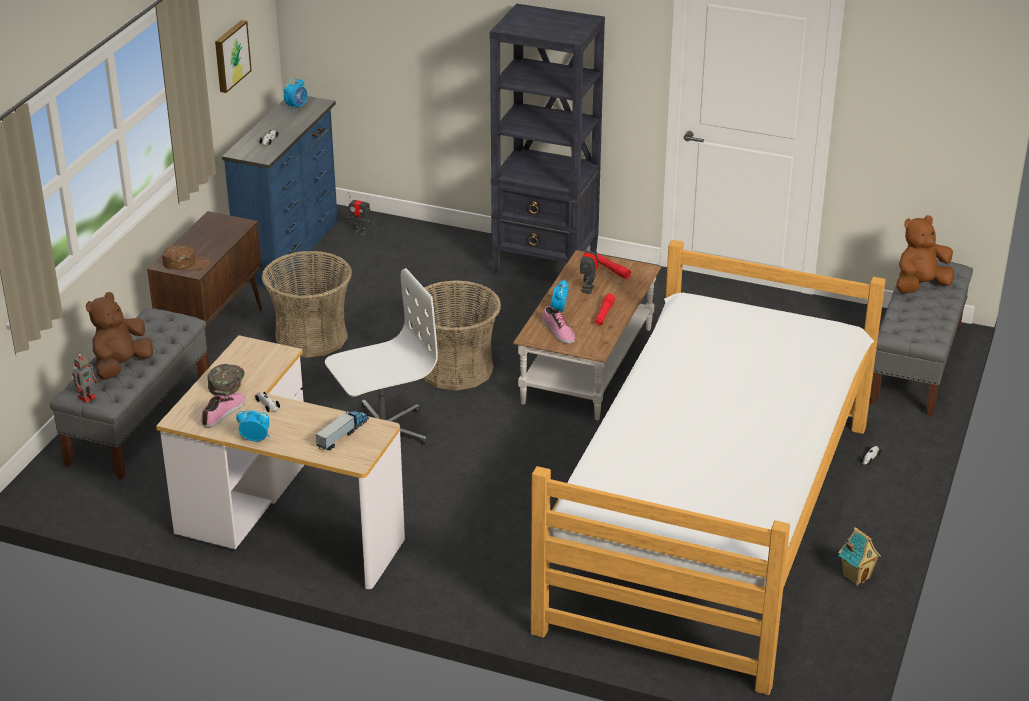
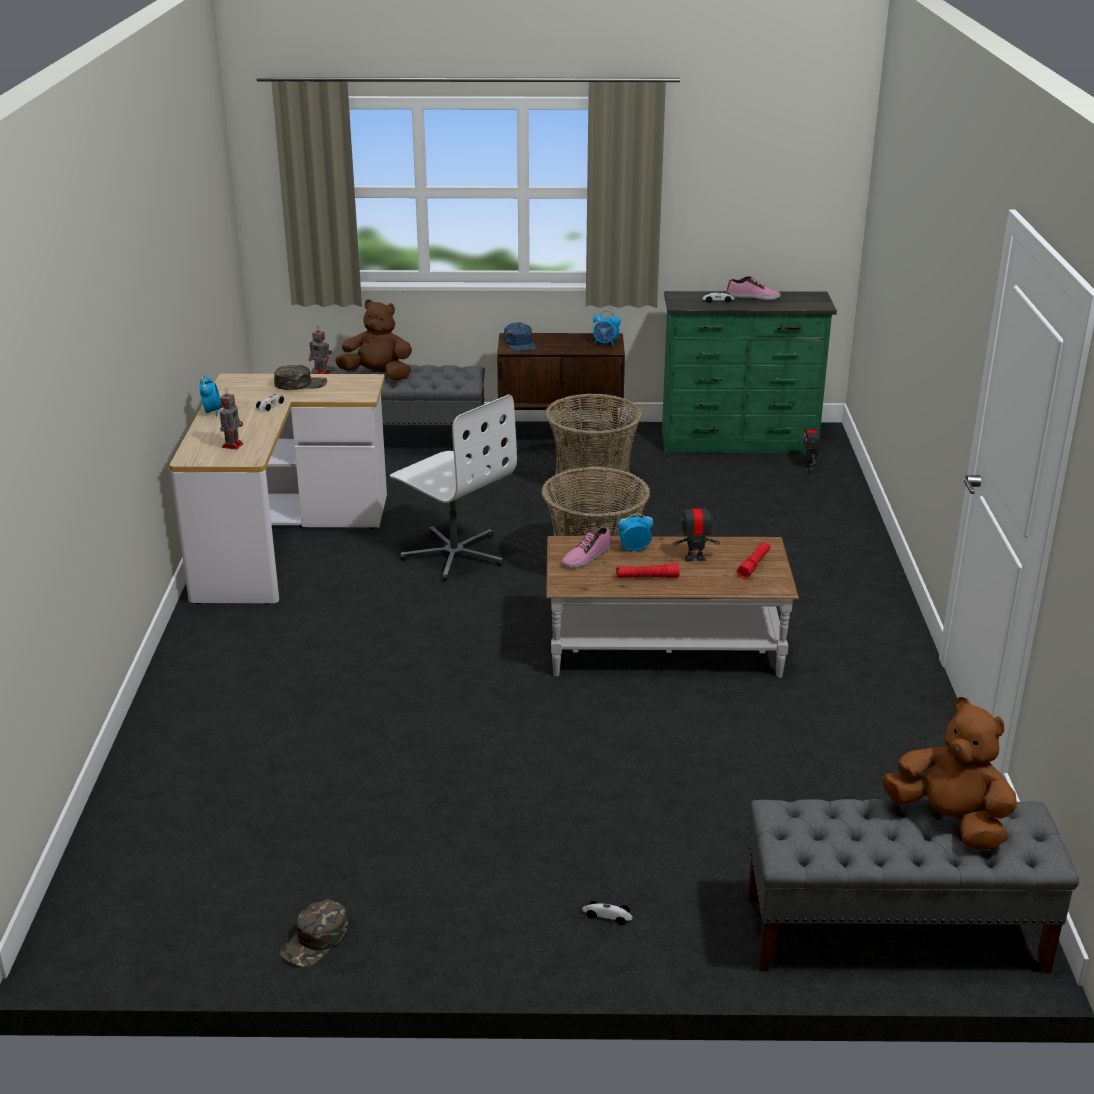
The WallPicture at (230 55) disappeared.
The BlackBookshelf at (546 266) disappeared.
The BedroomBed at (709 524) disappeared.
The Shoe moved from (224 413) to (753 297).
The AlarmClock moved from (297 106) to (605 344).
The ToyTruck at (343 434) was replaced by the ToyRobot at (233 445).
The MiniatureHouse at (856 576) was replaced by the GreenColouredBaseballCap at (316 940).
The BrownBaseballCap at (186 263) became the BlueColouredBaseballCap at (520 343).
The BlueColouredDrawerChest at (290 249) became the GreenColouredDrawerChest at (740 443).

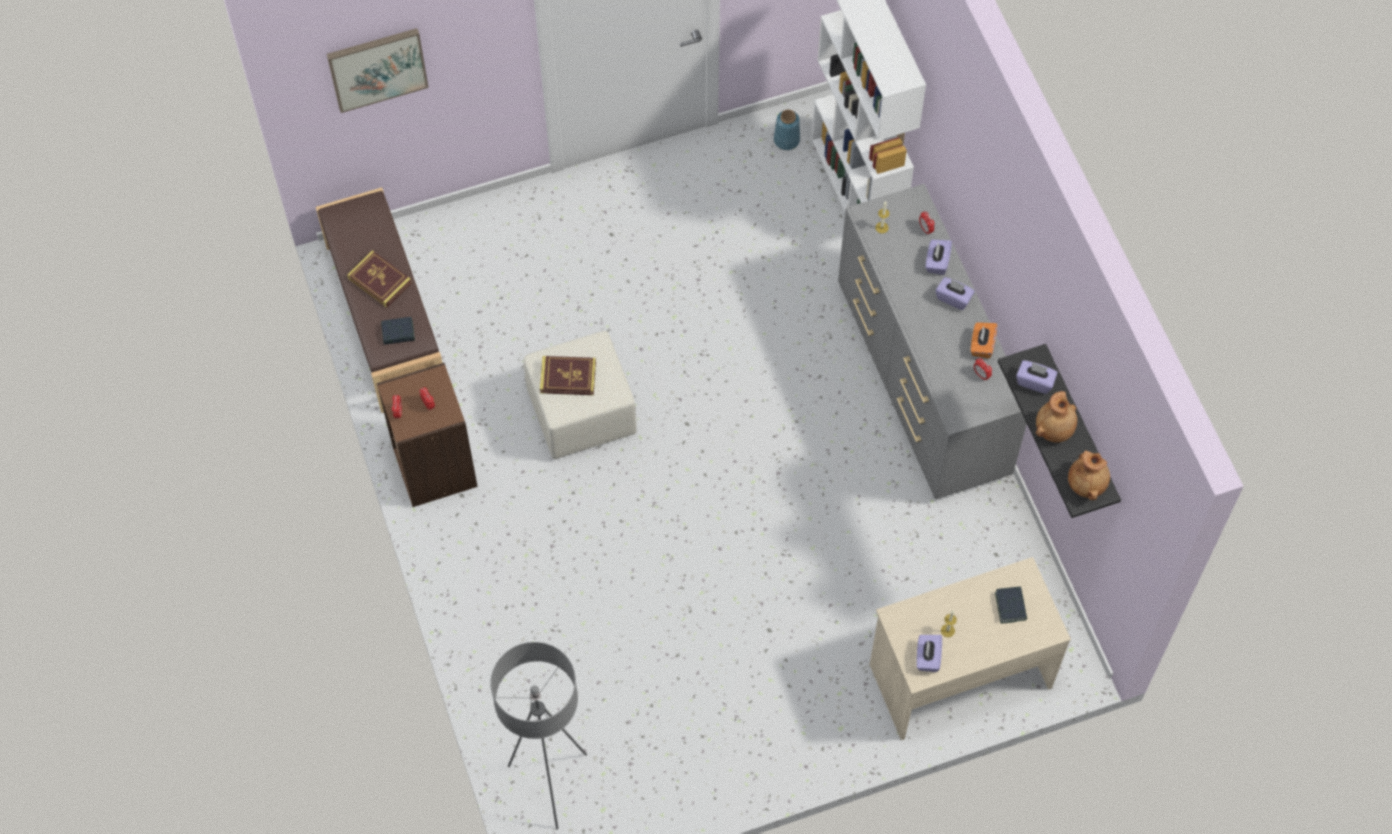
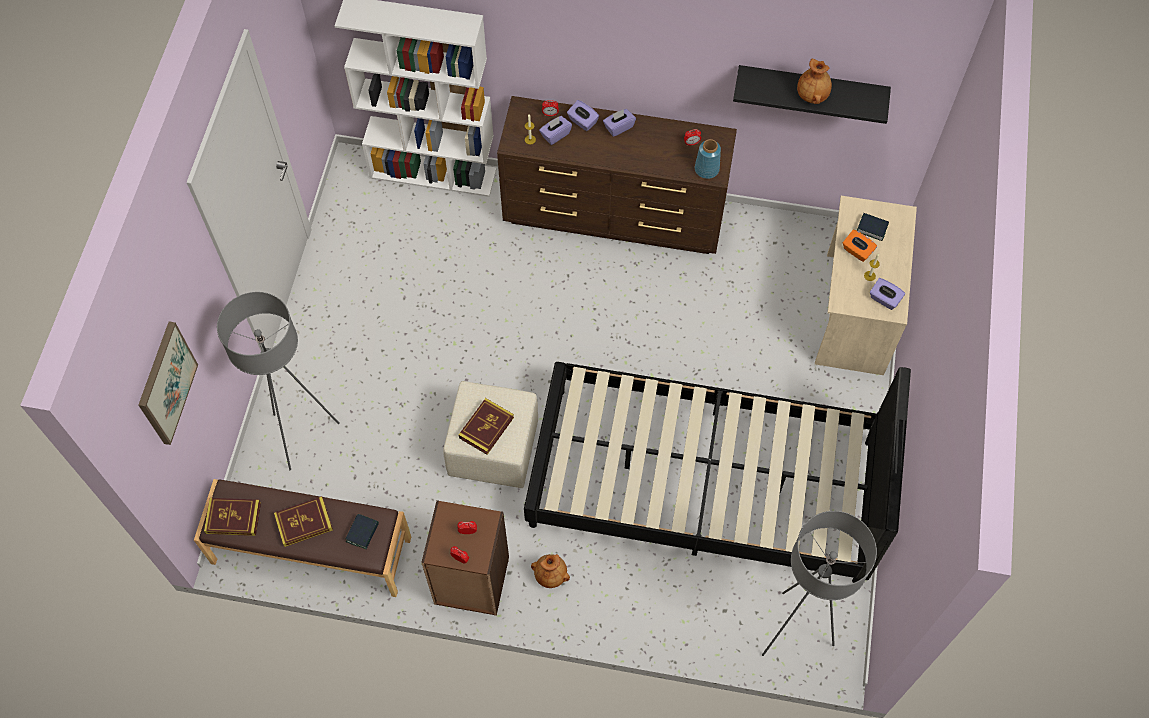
The Book at (233 518) appeared.
The GreyStandardLamp at (302 435) appeared.
The BlackBedroomBed at (704 484) appeared.
The BlueColouredDecorativeVase moved from (787 140) to (706 169).
The OrangeyTissueHolder moved from (982 345) to (857 251).
The PurpleColouredTissueHolder moved from (1035 382) to (555 135).
The BrownDecorativeVase moved from (1087 484) to (551 575).
The GreyDrawerChest at (922 383) became the BrownDrawerChest at (615 216).

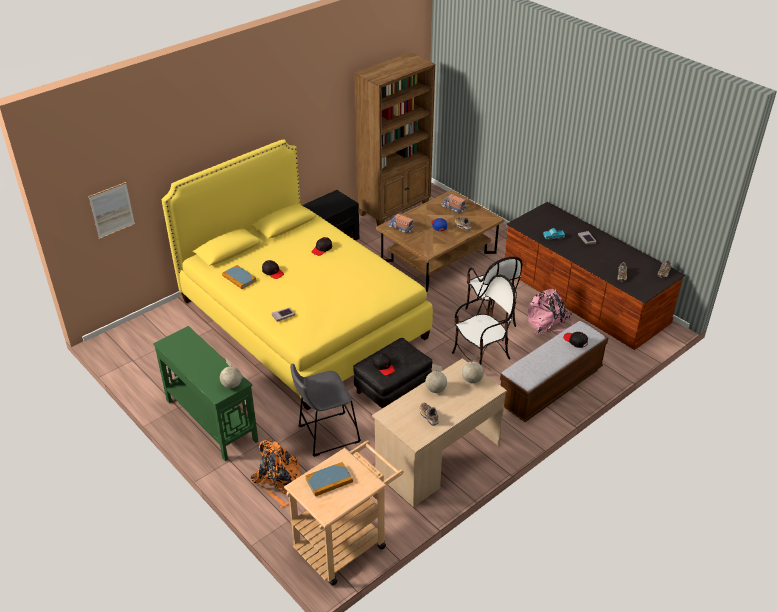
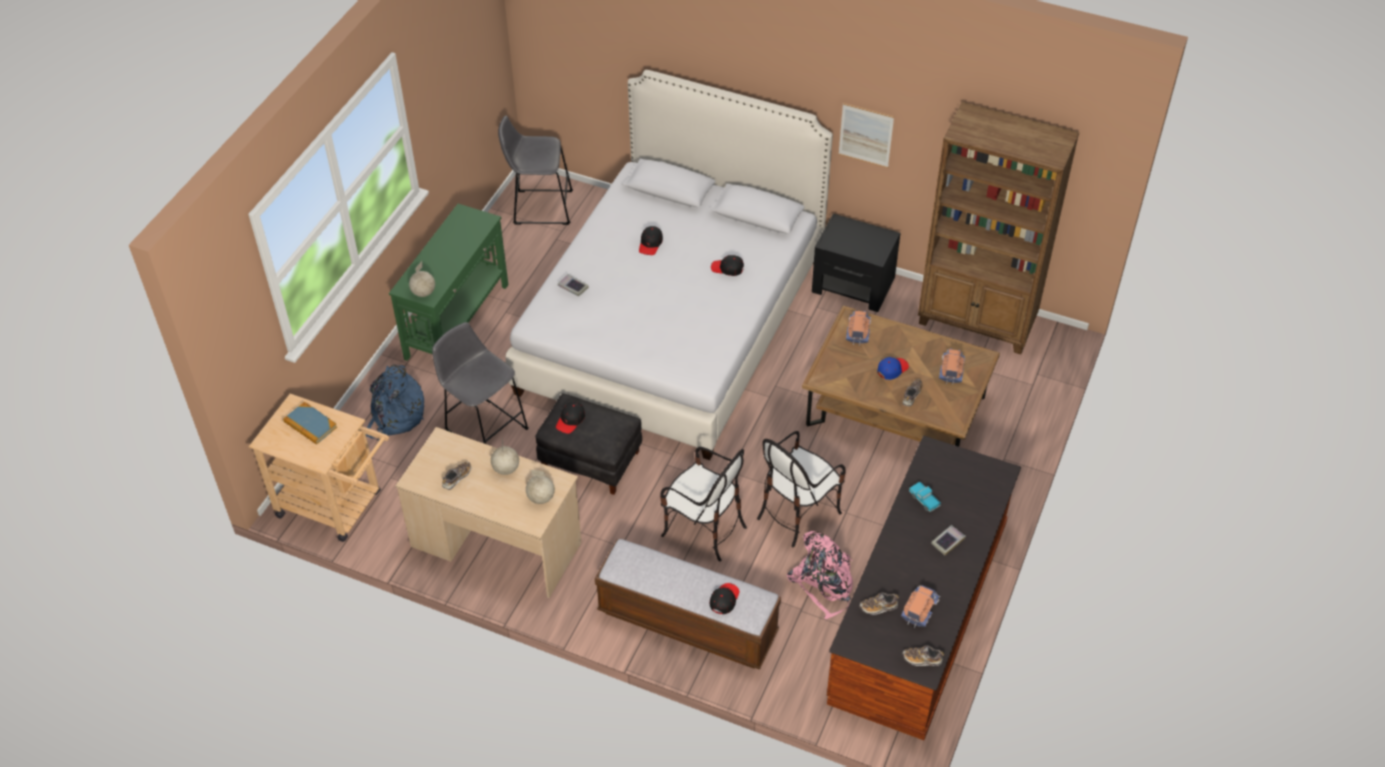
The Book at (239 278) disappeared.
The GreySittingStool at (539 207) appeared.
The ToyTruck at (919 609) appeared.
The WallPicture moved from (112 210) to (866 135).
The YellowColouredBedroomBed at (301 318) became the WhitishBedroomBed at (671 323).
The OrangeyBackpack at (279 482) became the BlueColouredBackpack at (395 417).

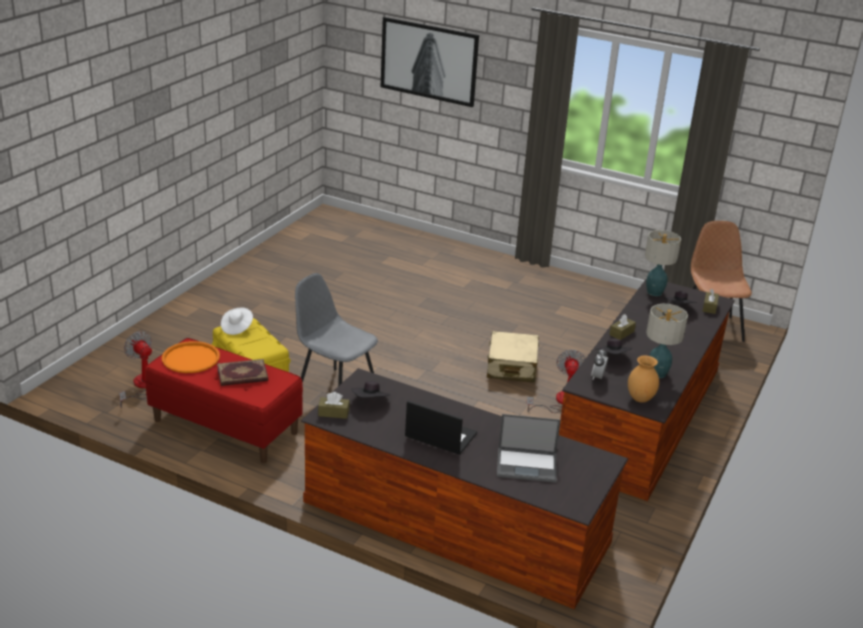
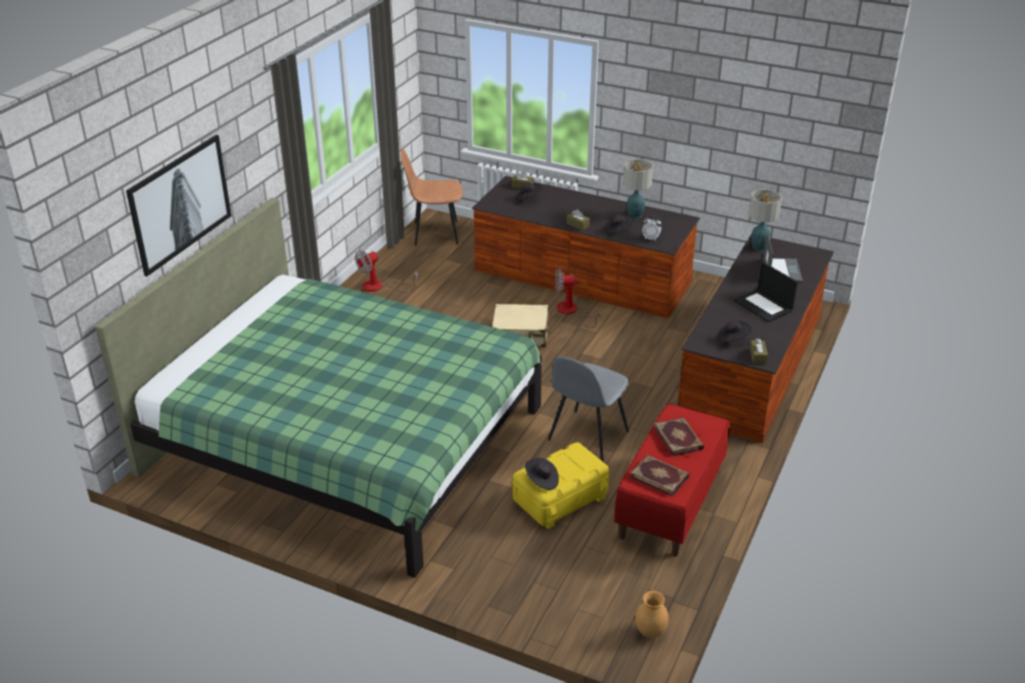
The GreenColouredBedroomBed at (345 441) appeared.
The CoolingFan moved from (141 386) to (379 287).
The BrownDecorativeVase moved from (639 399) to (650 632).
The TableLamp moved from (654 292) to (759 247).
The OrangeyCarryingTray at (191 358) was replaced by the Book at (659 476).
The WhitishHat at (237 327) became the BlackHat at (542 481).
The PortableComputer at (439 435) turned 60 degrees counterclockwise.

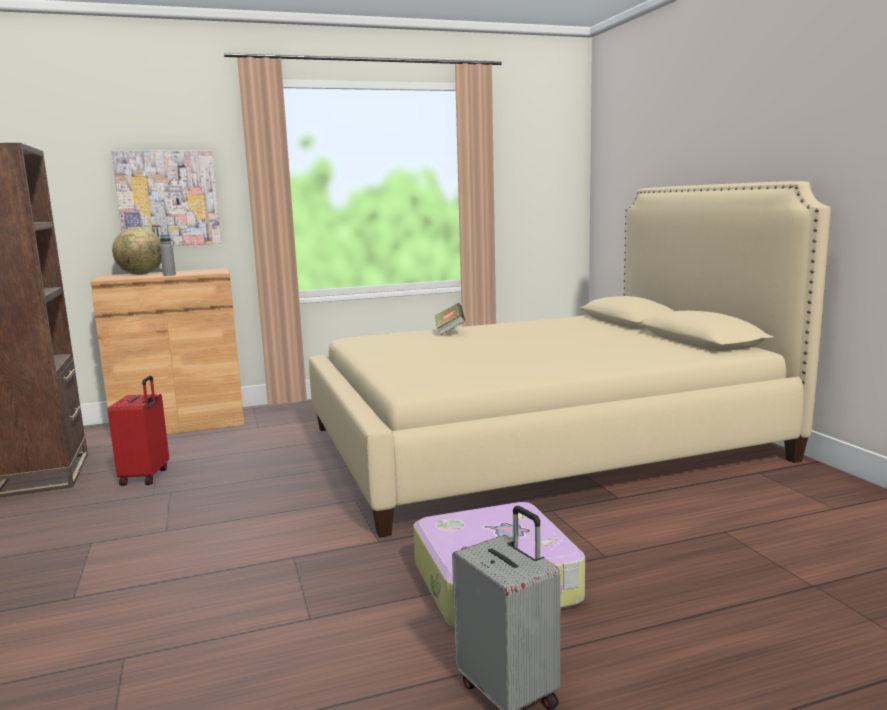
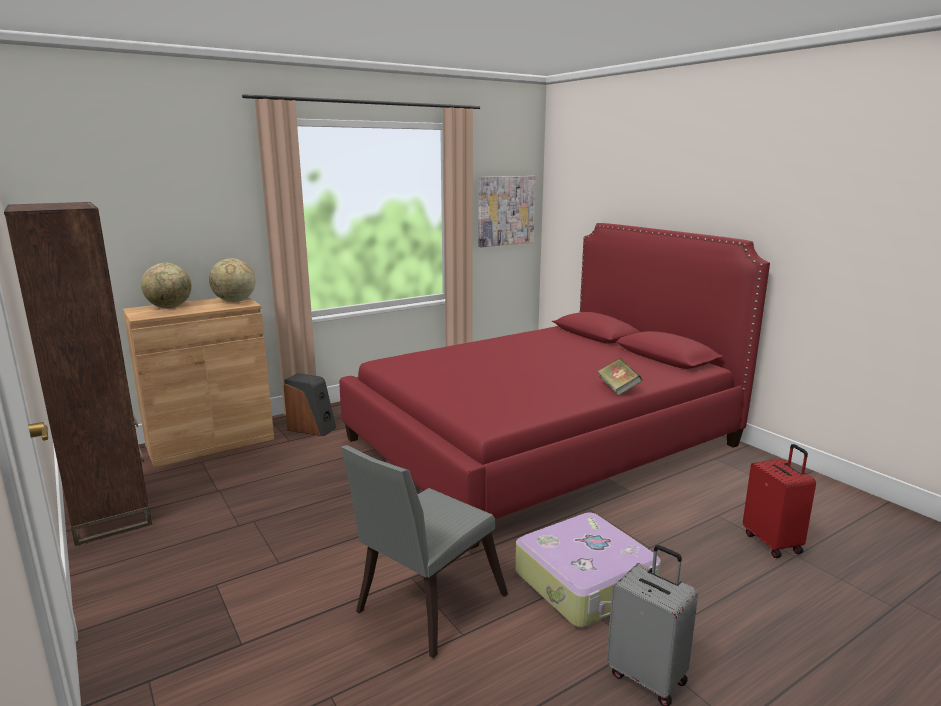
The GreyBeverageBottle at (169 275) disappeared.
The Globe at (234 301) appeared.
The Loudspeaker at (312 428) appeared.
The GreyChair at (424 607) appeared.
The RedColouredPieceOfLuggage moved from (146 477) to (773 543).
The WallPicture moved from (168 199) to (506 210).
The Book moved from (450 331) to (618 388).
The SandColouredBedroomBed at (538 443) became the RedColouredBedroomBed at (541 441).

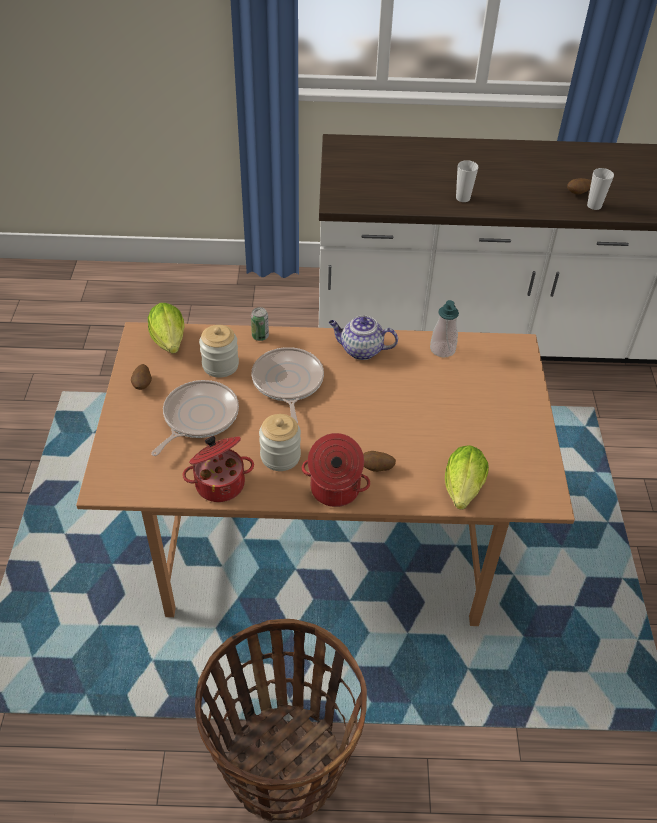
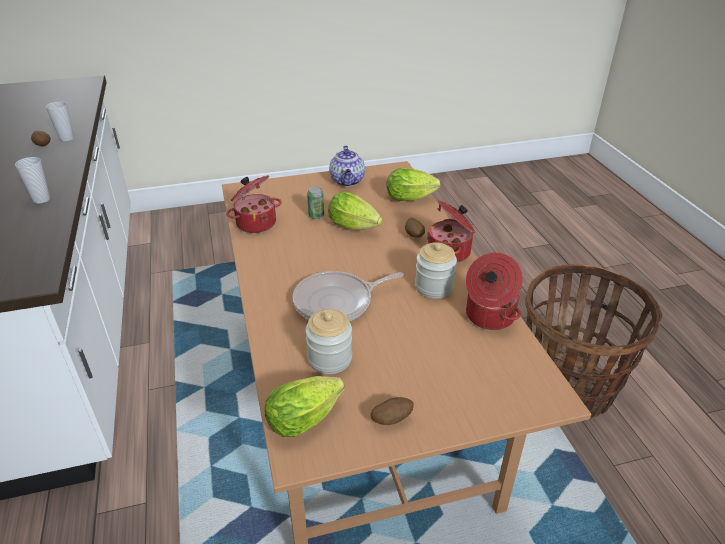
The Pan at (198 417) disappeared.
The HeadOfLettuce at (356 227) appeared.
The MetalCan moved from (260 336) to (316 216).
The TeaPot moved from (360 350) to (347 181).
The LiquidSoapBottle at (442 349) was replaced by the Saucepot at (255 223).

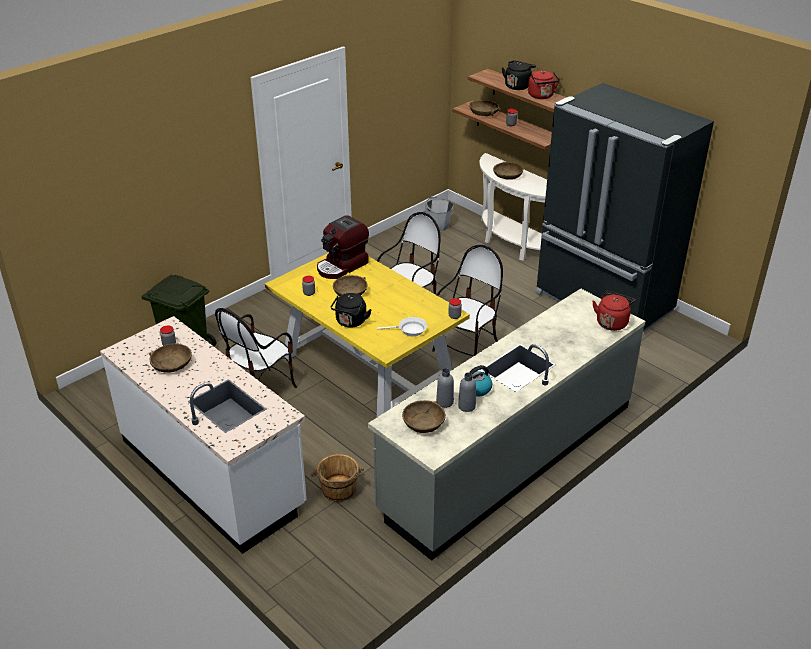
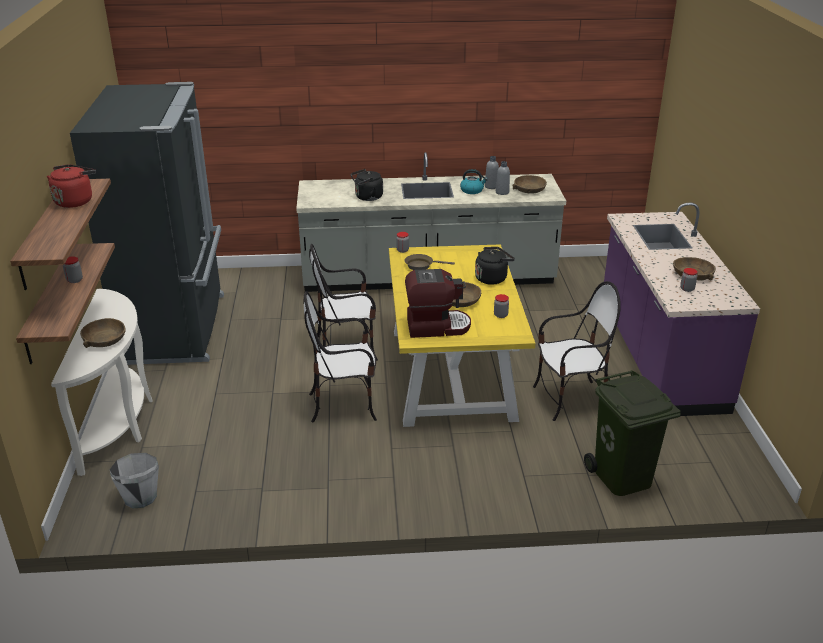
The BrownPail at (338 490) disappeared.
The WhitishPan at (409 330) disappeared.
The BrownBowl at (484 112) disappeared.
The RedColouredTeaKettle at (612 322) disappeared.
The BrownPan at (421 265) appeared.
The BlackTeaKettle moved from (518 86) to (367 197).
The WhitishKitchenBaseUnit at (213 473) became the PurpleColouredKitchenBaseUnit at (658 356).

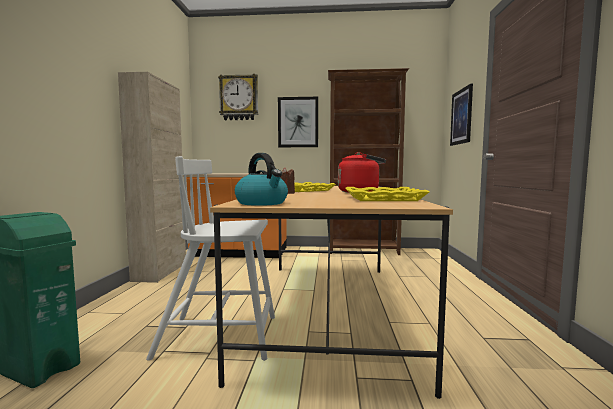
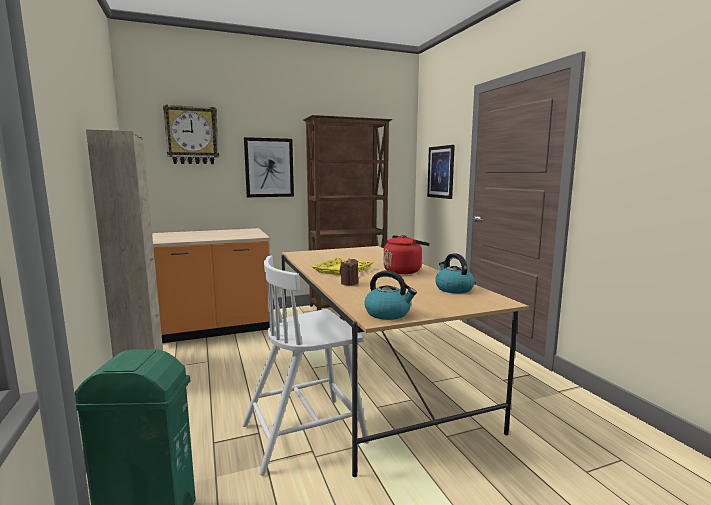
The YellowColouredCarryingTray at (383 199) was replaced by the TeaKettle at (453 289).

